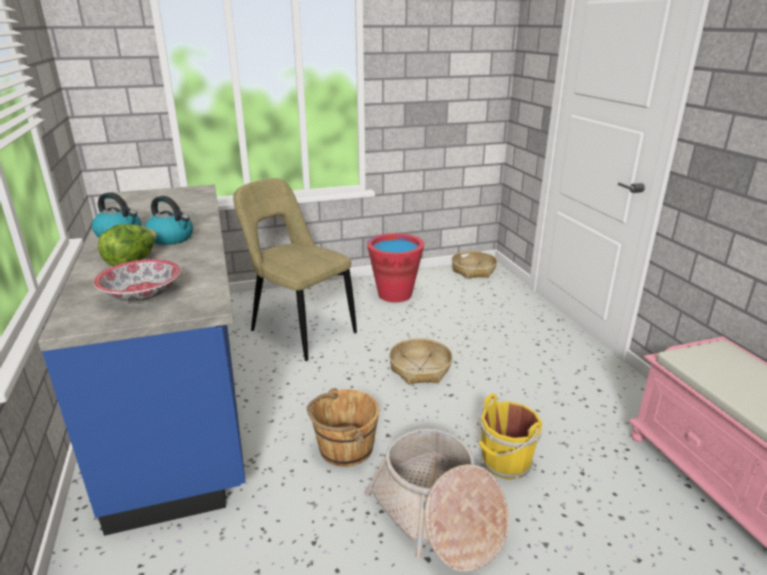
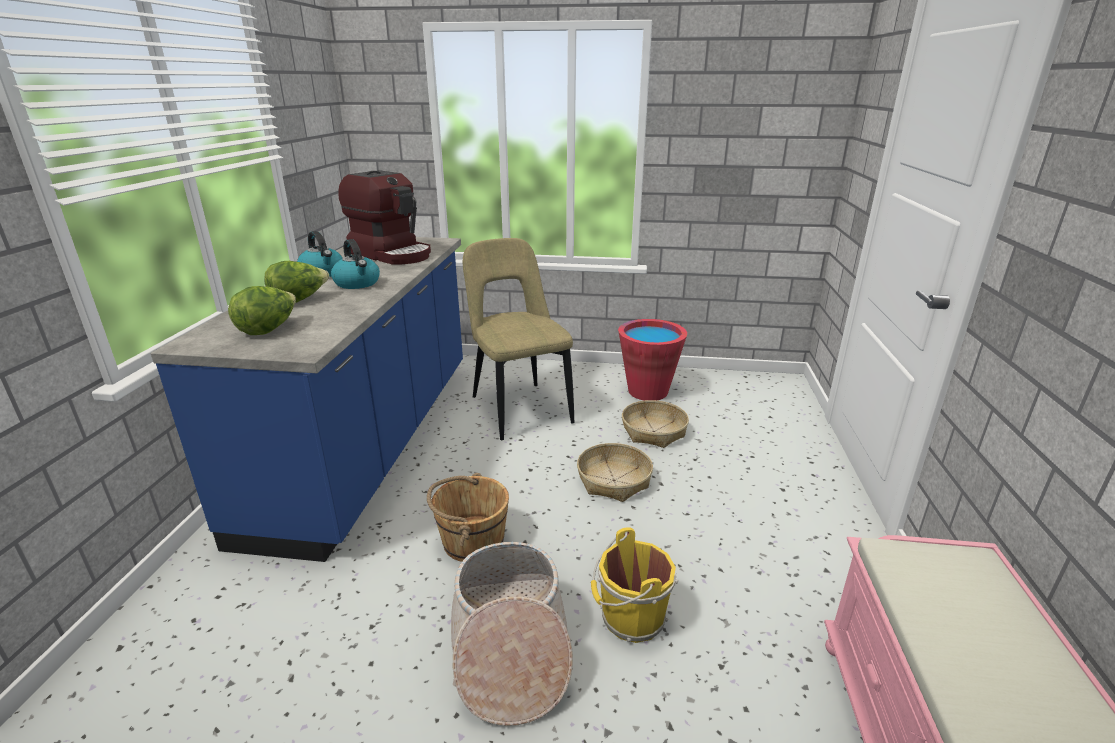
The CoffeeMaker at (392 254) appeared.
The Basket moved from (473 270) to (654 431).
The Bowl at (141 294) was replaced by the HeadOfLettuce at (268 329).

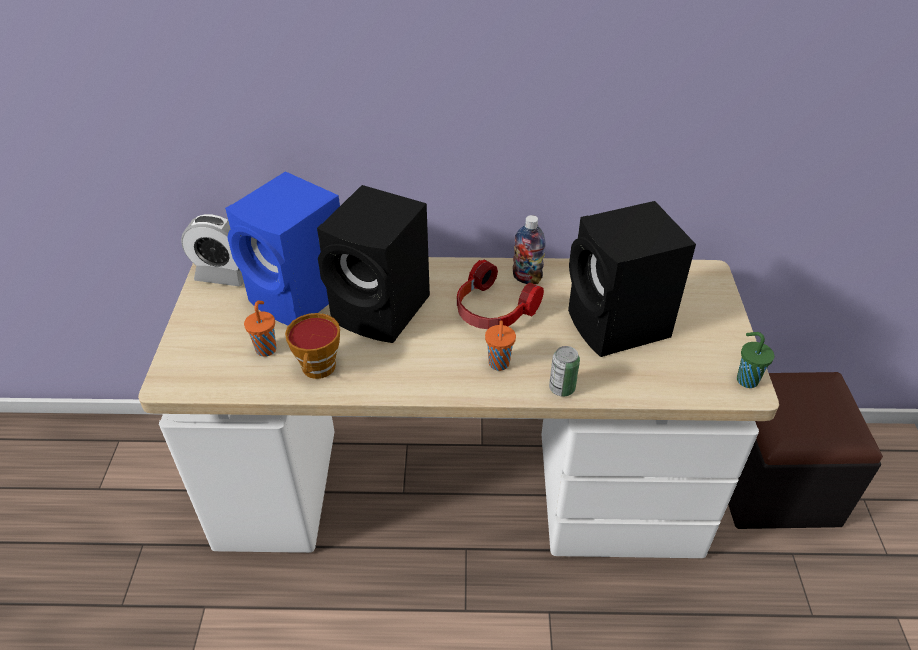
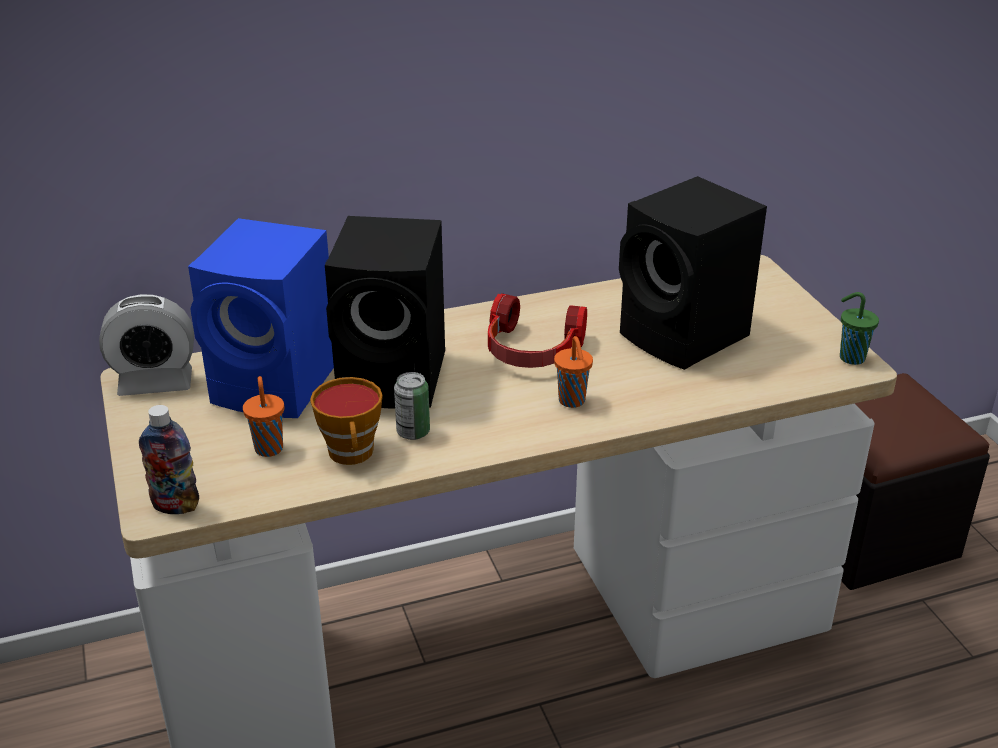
The BeverageBottle moved from (527 278) to (176 505).
The MetalCan moved from (562 388) to (413 432).

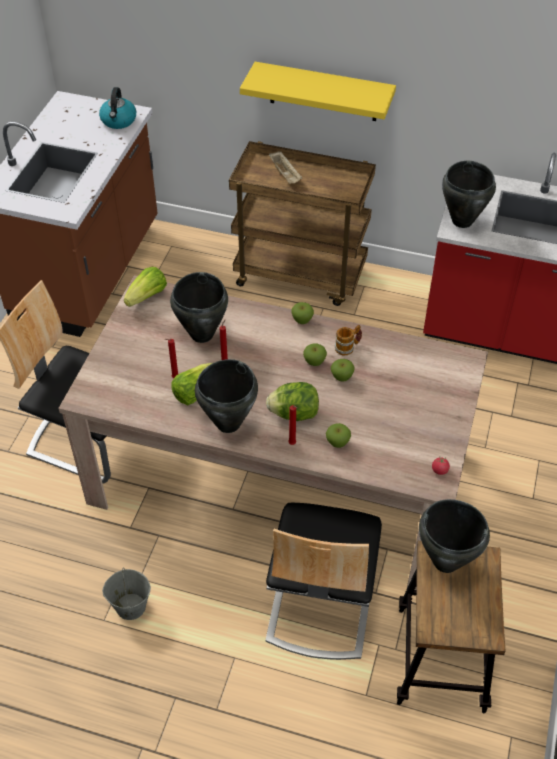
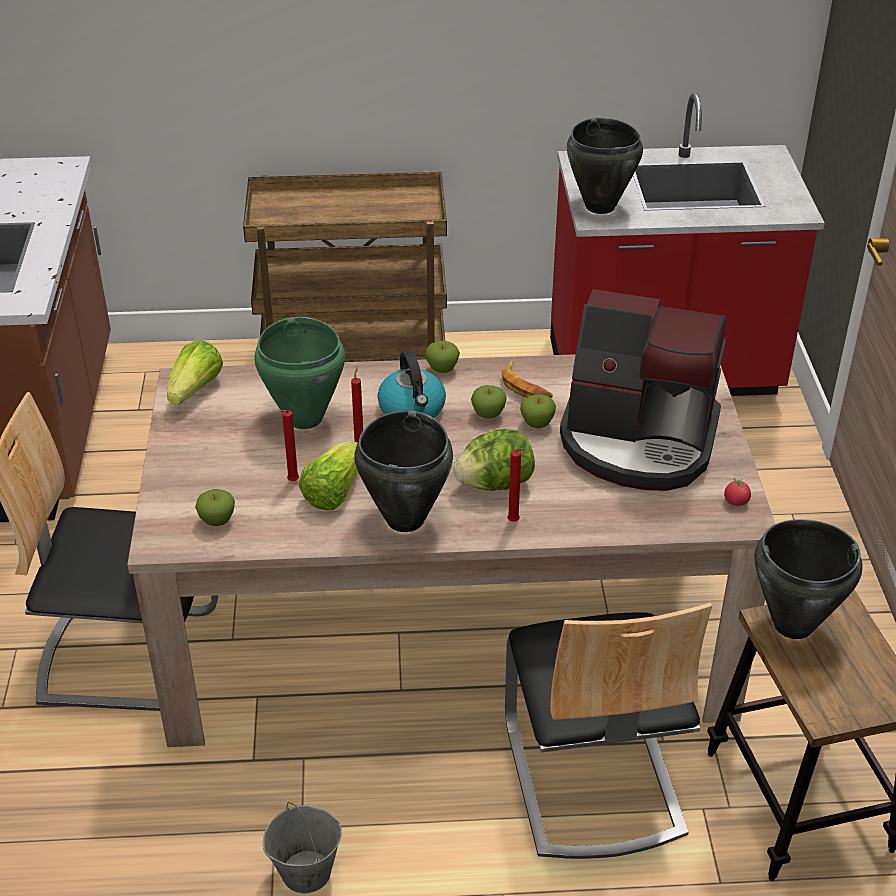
The YellowColouredBracketShelf at (323 92) disappeared.
The SandColouredCarryingTray at (285 175) disappeared.
The CoffeeMaker at (638 441) appeared.
The TeaKettle moved from (119 121) to (412 409).
The AppleFruit moved from (337 443) to (217 521).
The TeaMug at (348 347) was replaced by the WholeBanana at (525 386).
The BlackSaucepot at (201 334) became the GreenColouredSaucepot at (304 419).

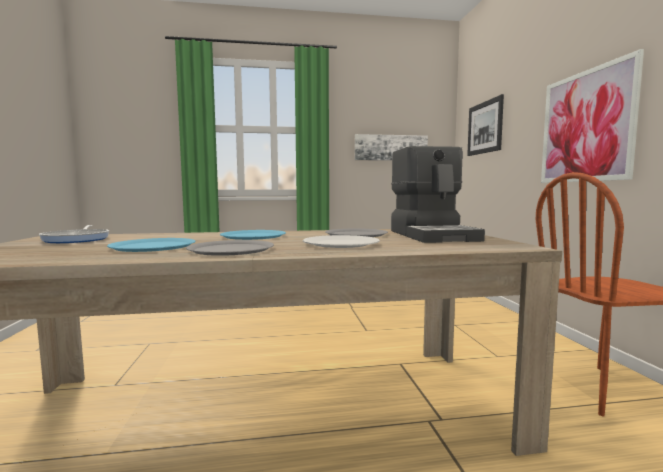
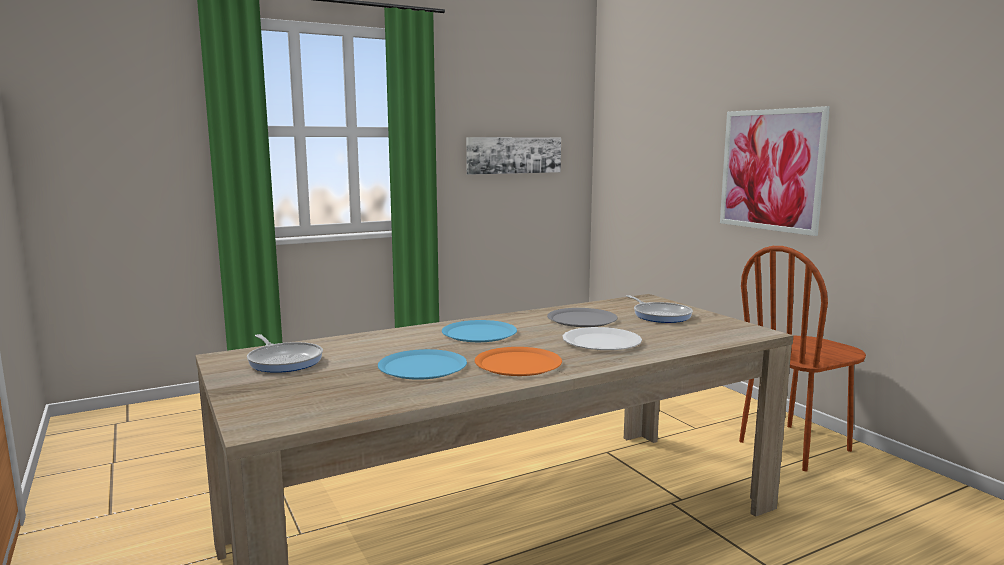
The WallPicture at (484 127) disappeared.
The CoffeeMaker at (433 235) was replaced by the Pan at (660 315).
The GreyPlate at (231 249) became the OrangeyPlate at (518 363).

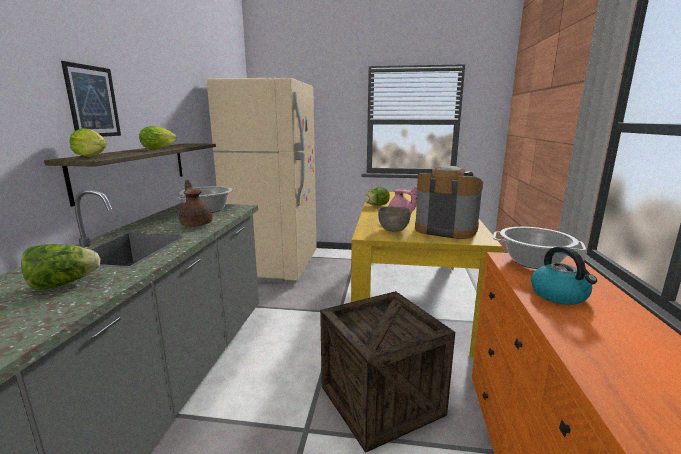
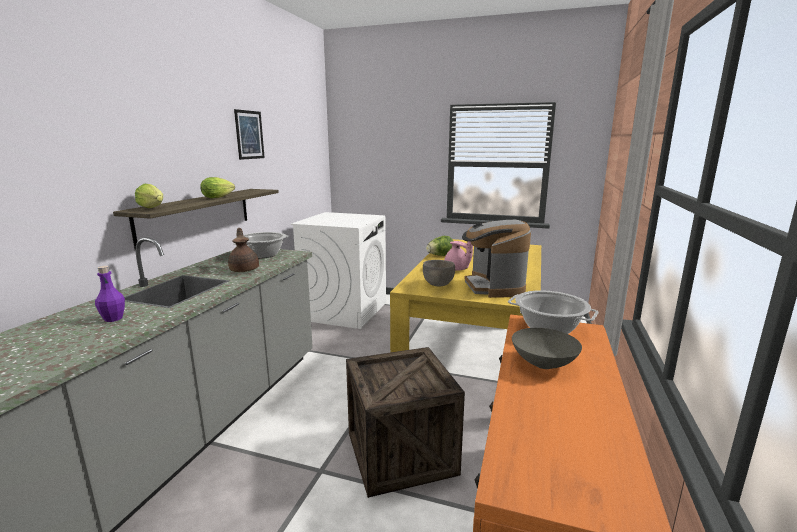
The WallPicture moved from (93 101) to (249 135).
The HeadOfLettuce at (64 284) was replaced by the PurpleColouredBeverageBottle at (113 319).
The SandColouredFridge at (275 265) was replaced by the WhitishLaundryMachine at (345 311).
The TeaKettle at (559 295) was replaced by the GreyBowl at (544 364).
The CoffeeMaker at (445 229) turned 135 degrees counterclockwise.

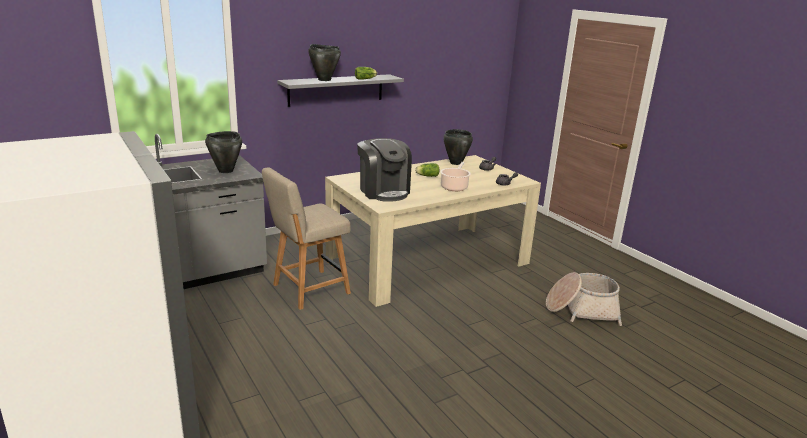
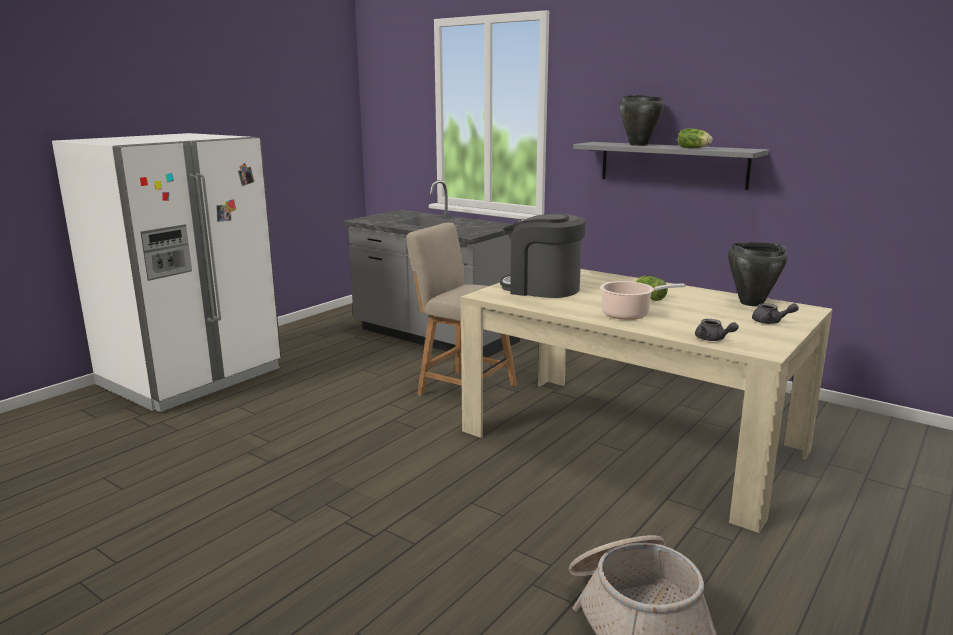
The BlackSaucepot at (225 171) disappeared.
The CoffeeMaker at (383 191) turned 75 degrees clockwise.

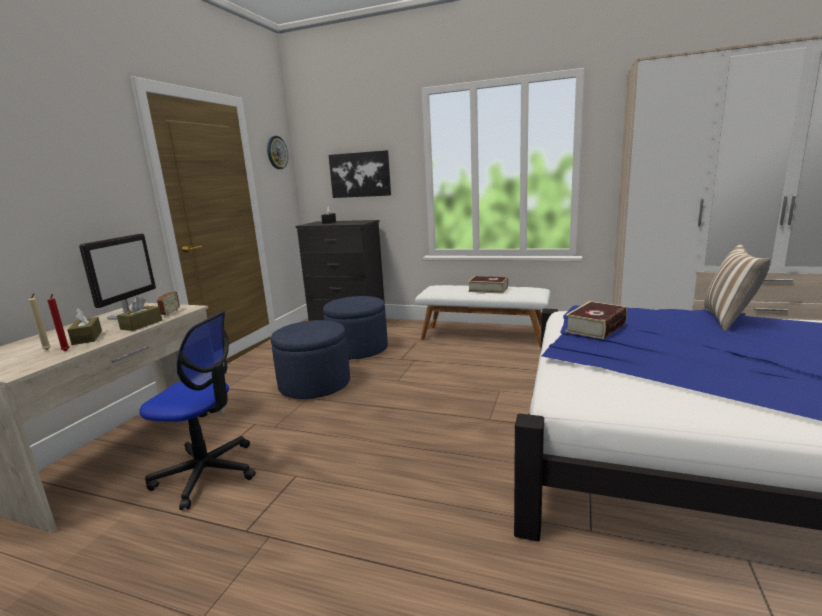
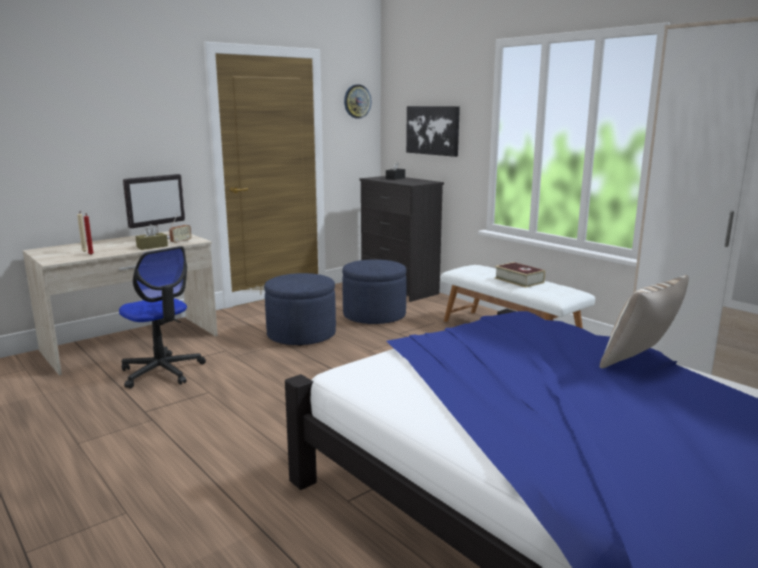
The BrownTissueHolder at (87 338) disappeared.
The Book at (596 327) disappeared.

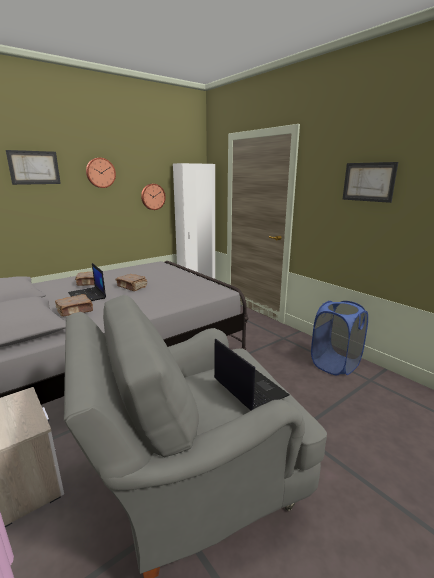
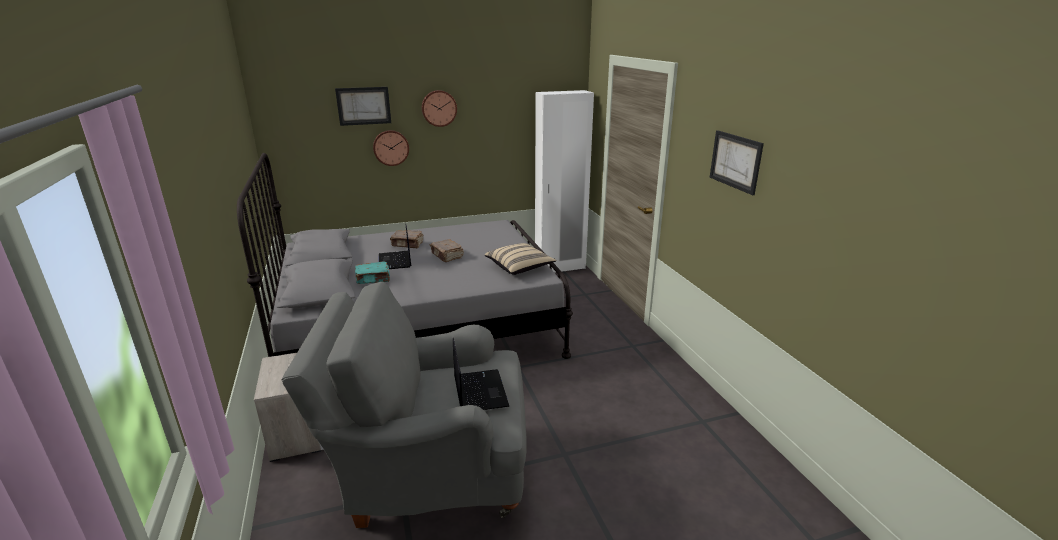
The BlueColouredHamper at (335 364) disappeared.
The SandColouredPillow at (520 267) appeared.
The ClockOnTheWall moved from (152 196) to (391 147).
The BrownBook at (75 311) became the TurquoiseColouredBook at (373 279).

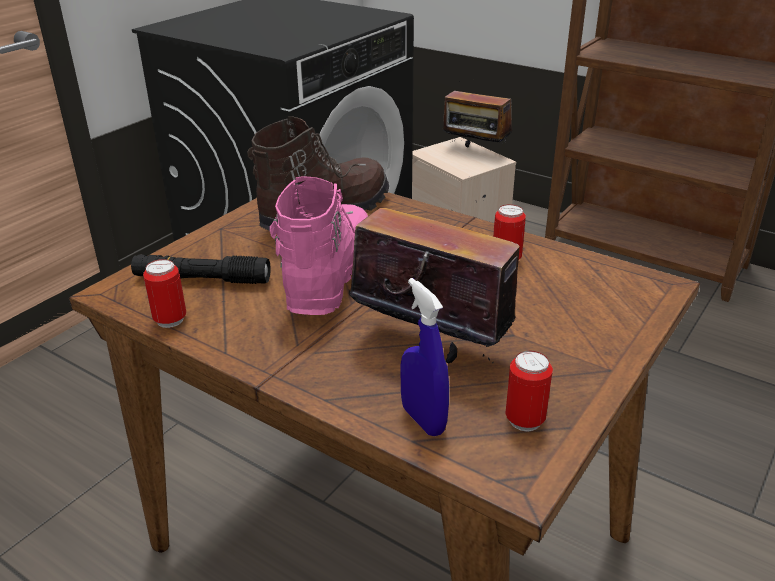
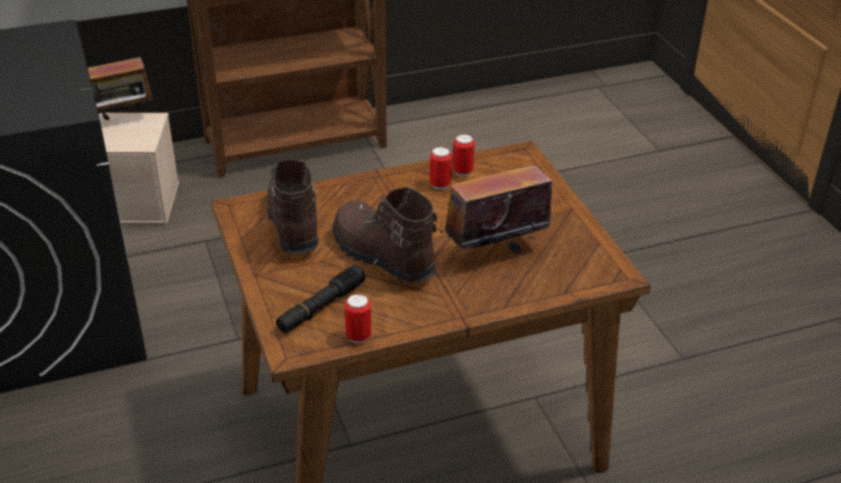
The BlueColouredHandSprayer at (423 420) disappeared.
The MetalCan moved from (524 420) to (462 172).
The PinkColouredTallBoot at (328 277) became the BrownTallBoot at (381 256).

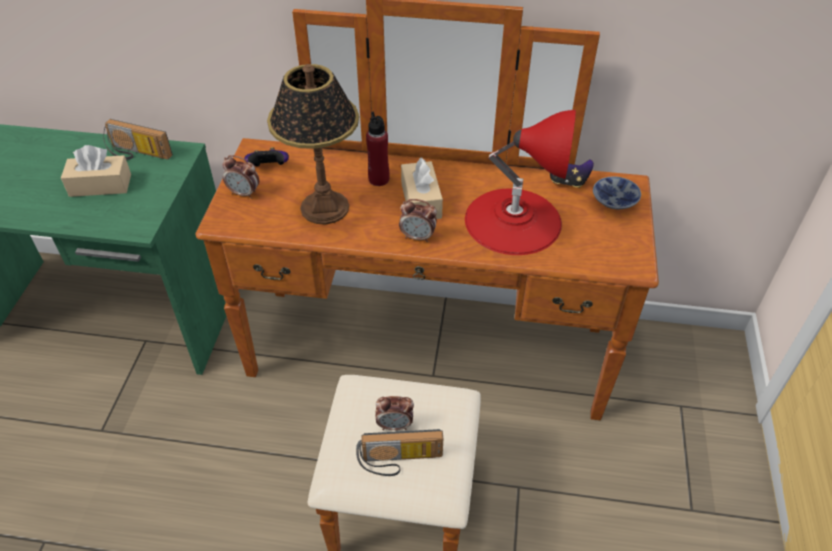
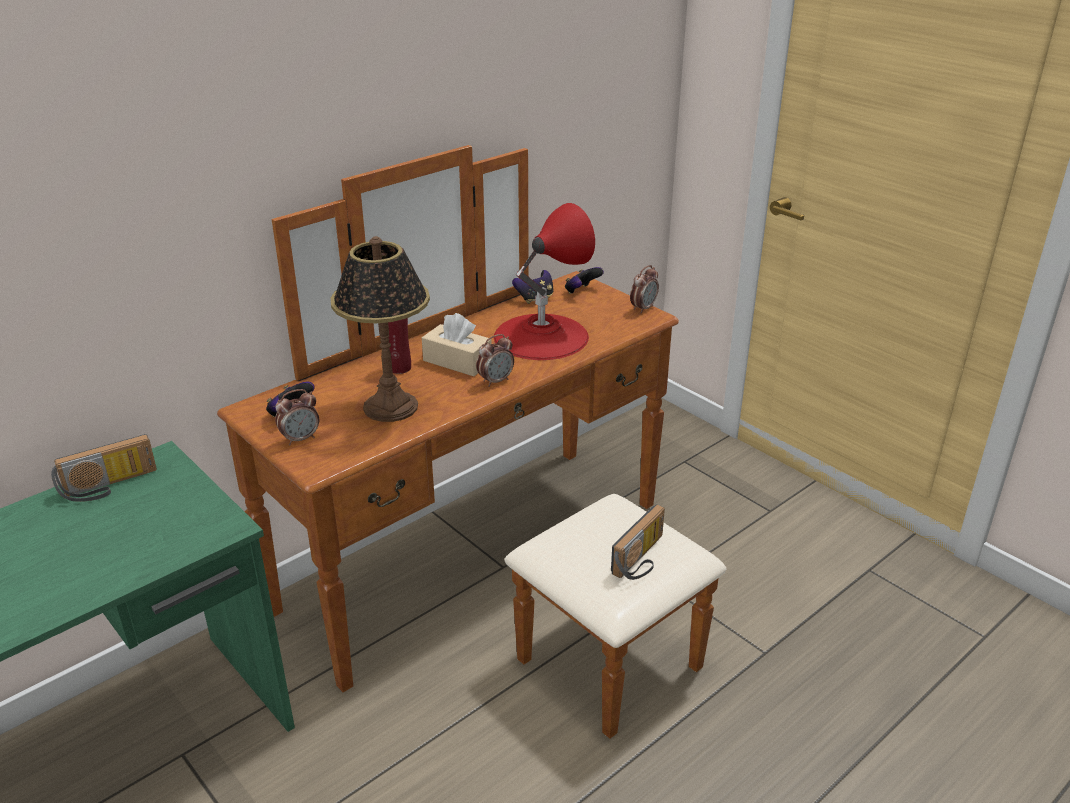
The SandColouredTissueHolder at (100 185) disappeared.
The AlarmClock moved from (395 425) to (643 308).
The Bowl at (615 199) was replaced by the Gamepad at (581 291).

